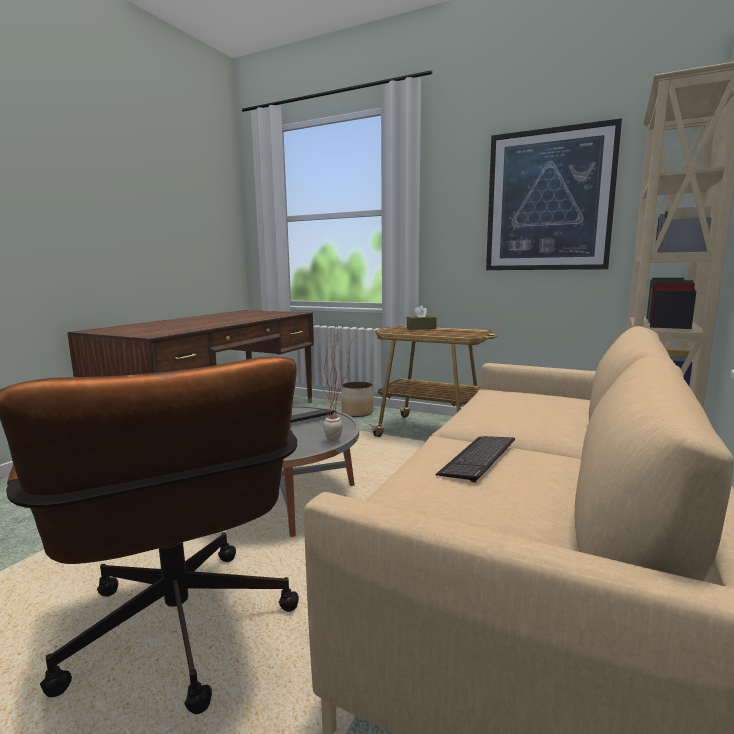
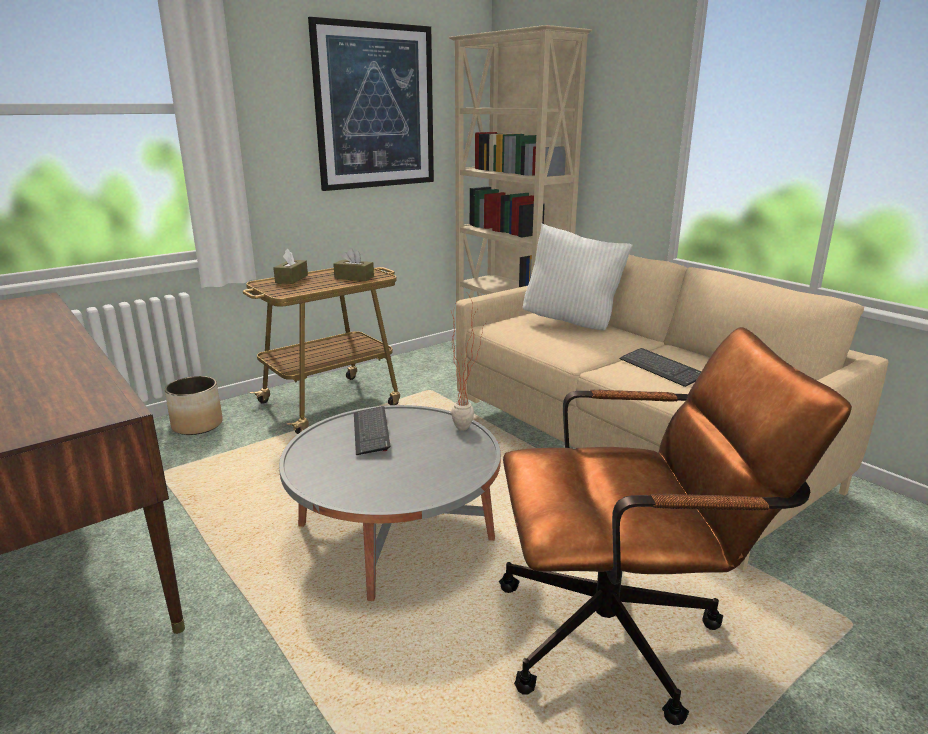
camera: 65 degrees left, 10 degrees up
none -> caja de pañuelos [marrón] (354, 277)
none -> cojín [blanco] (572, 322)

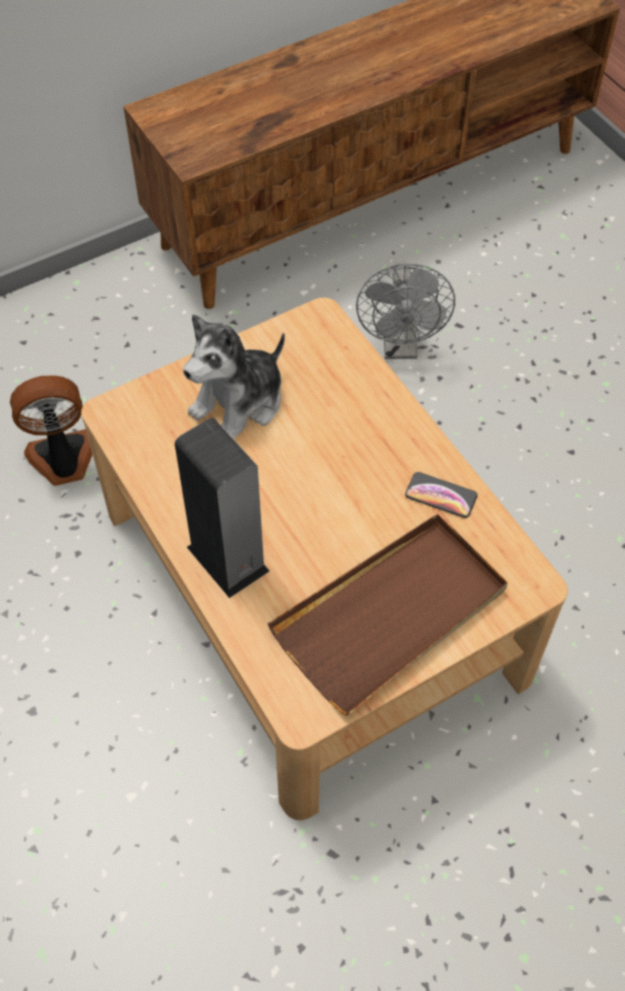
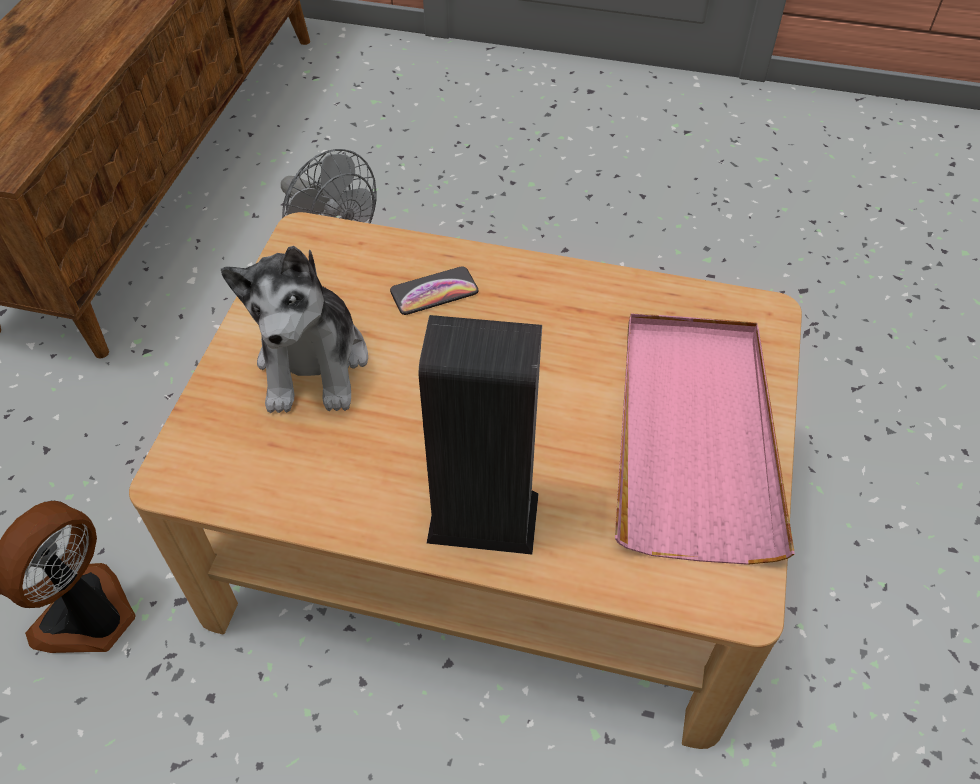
camera: 45 degrees left, 5 degrees down
móvil (441, 495) -> móvil (434, 292), moved
bandeja [marrón] (391, 614) -> bandeja [rosa] (694, 435)

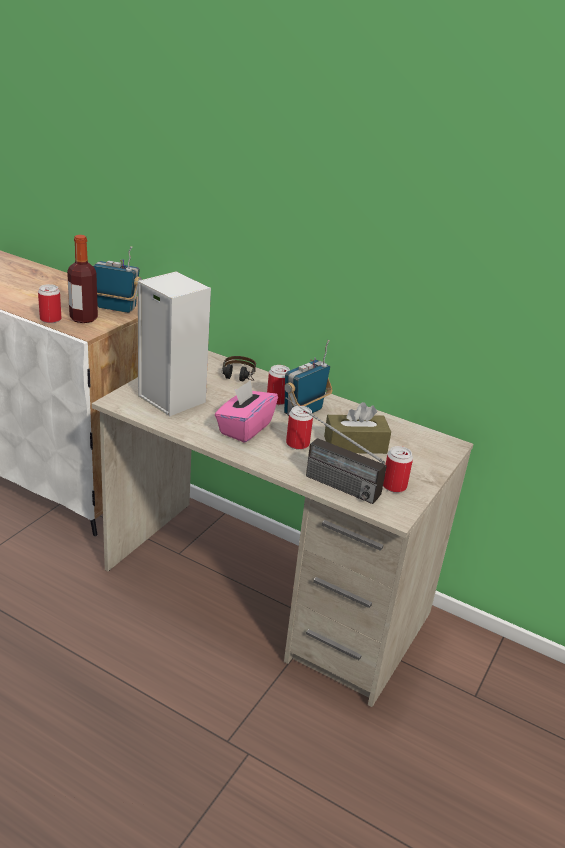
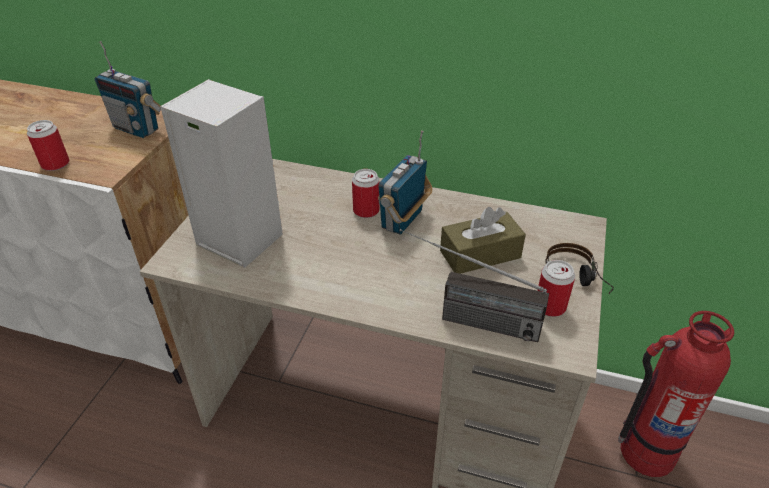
camera: 10 degrees left, 10 degrees up
botella (83, 318) -> none
caja de pañuelos [rosa] (244, 428) -> none
lata (297, 444) -> none
none -> extintor (645, 451)
auriculares (238, 379) -> auriculares (576, 282), moved
radio (116, 308) -> radio (137, 129), 150 degrees counterclockwise

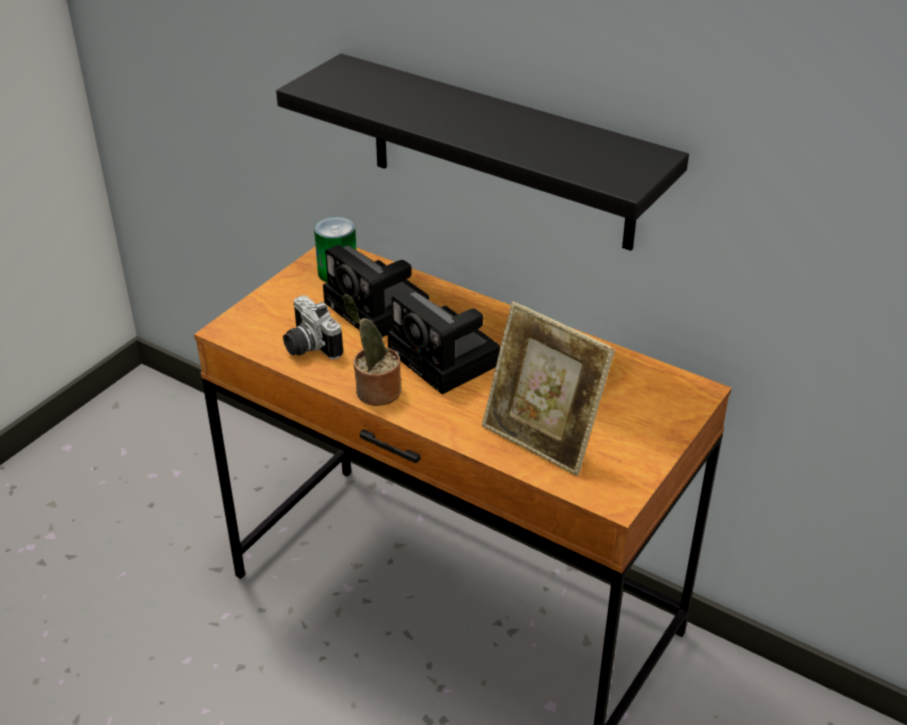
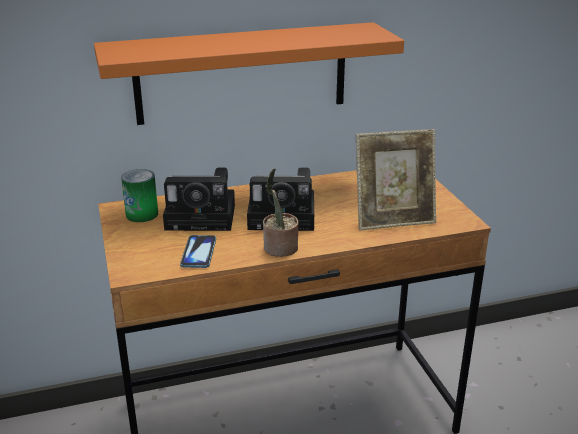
camera: 50 degrees left, 10 degrees down
cámara (307, 346) -> móvil (198, 253)
estante [negro] (500, 153) -> estante [naranja] (242, 73)

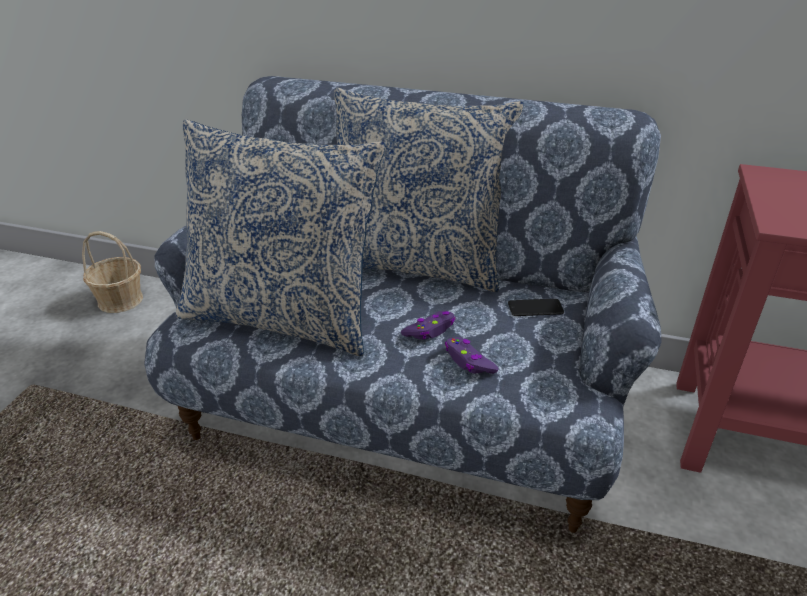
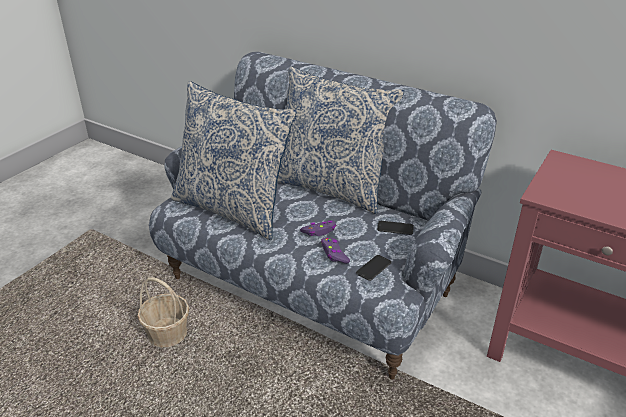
camera: 15 degrees right, 0 degrees up
none -> móvil (373, 268)
cesta (120, 300) -> cesta (167, 333), moved

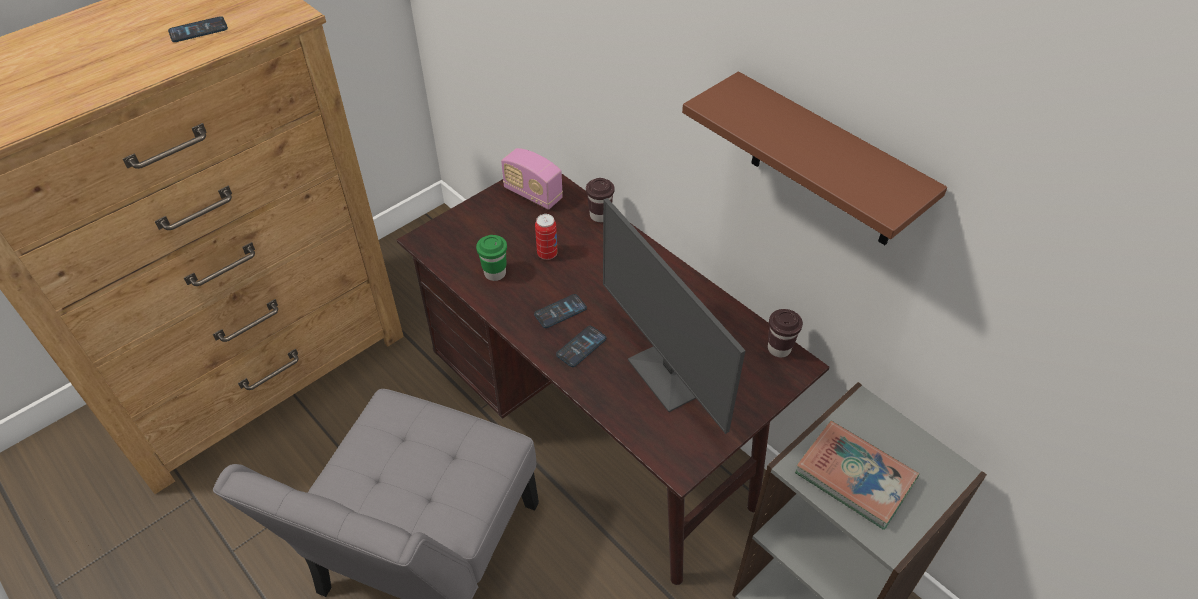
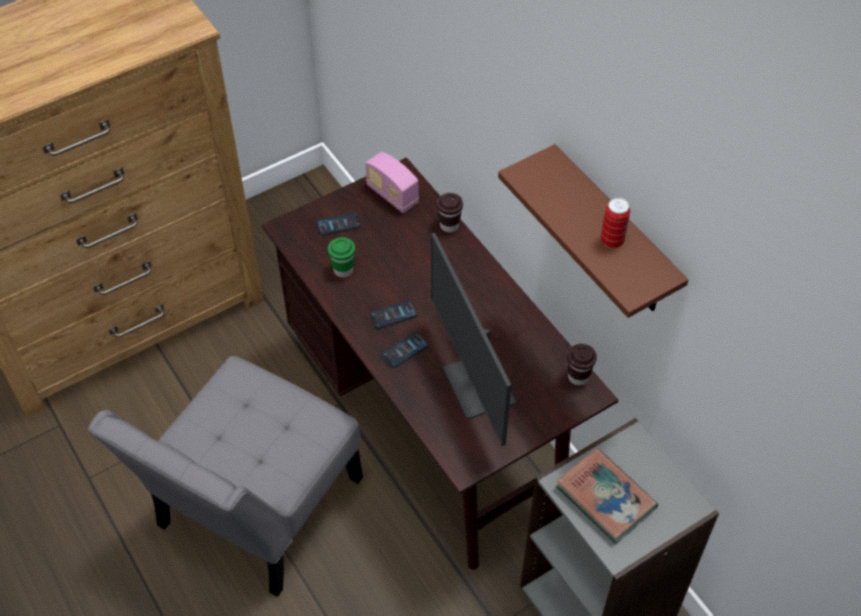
camera: 10 degrees right, 5 degrees up
móvil (198, 30) -> móvil (338, 224), moved
lata (547, 254) -> lata (612, 241), moved

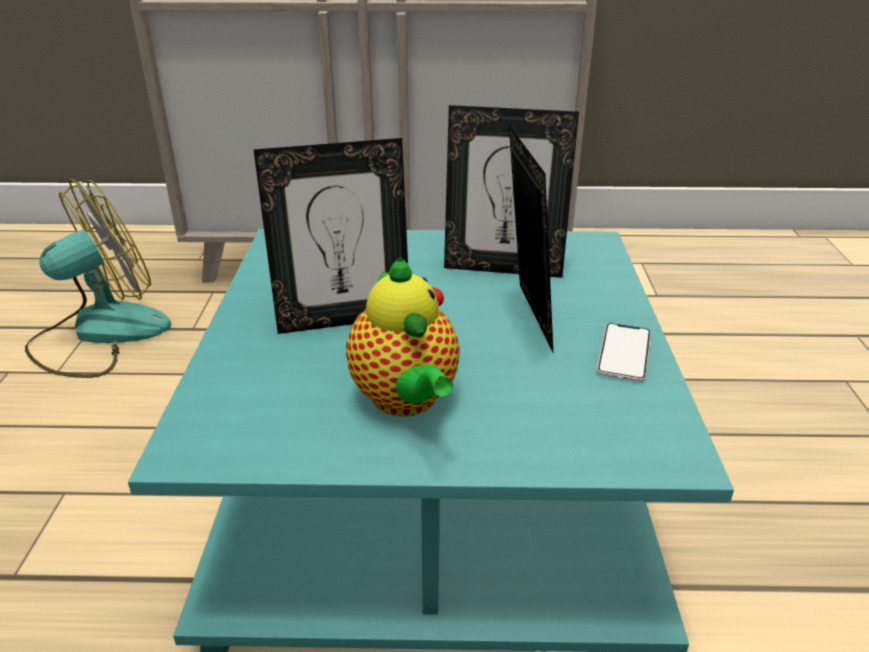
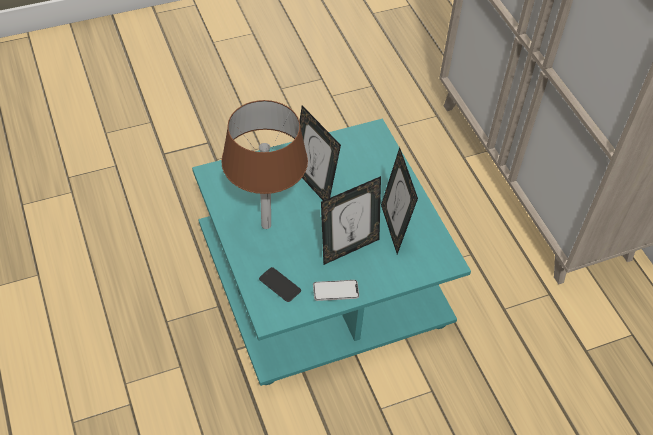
camera: 65 degrees right, 20 degrees up
ventilador (99, 333) -> none
none -> móvil (280, 285)
tetera (406, 400) -> lámpara de mesa [marrón] (266, 224)

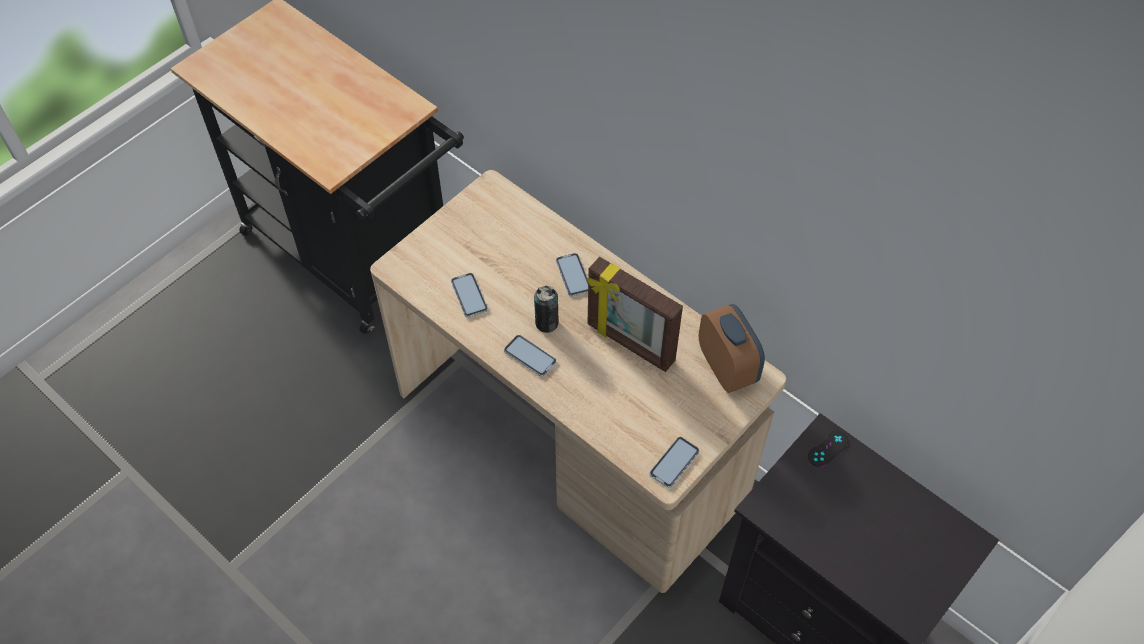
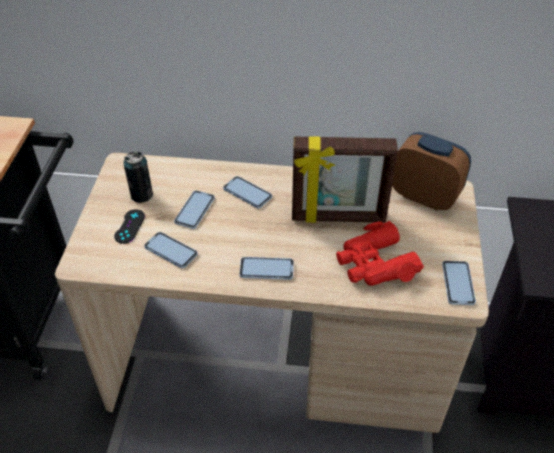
camera: 35 degrees left, 10 degrees down
none -> móvil (195, 210)
none -> prismáticos [rojo] (375, 264)
lata (546, 323) -> lata (141, 195), moved
mando de consola [negro] (828, 448) -> mando de consola [negro] (129, 226), moved

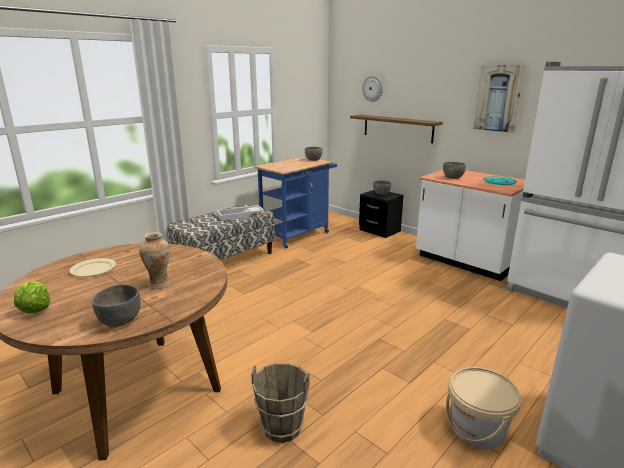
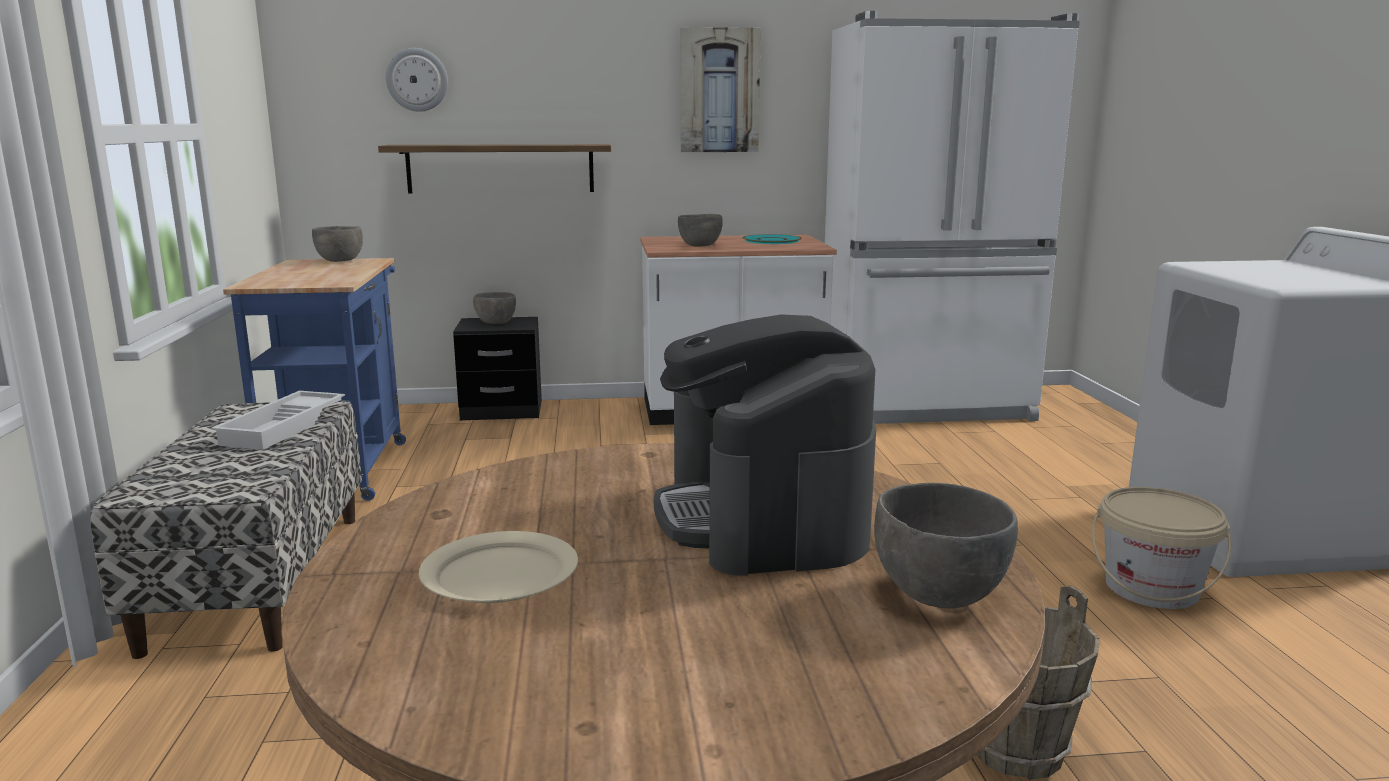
camera: 50 degrees left, 5 degrees down
lechuga (35, 309) -> none
florero (159, 284) -> cafetera (763, 518)

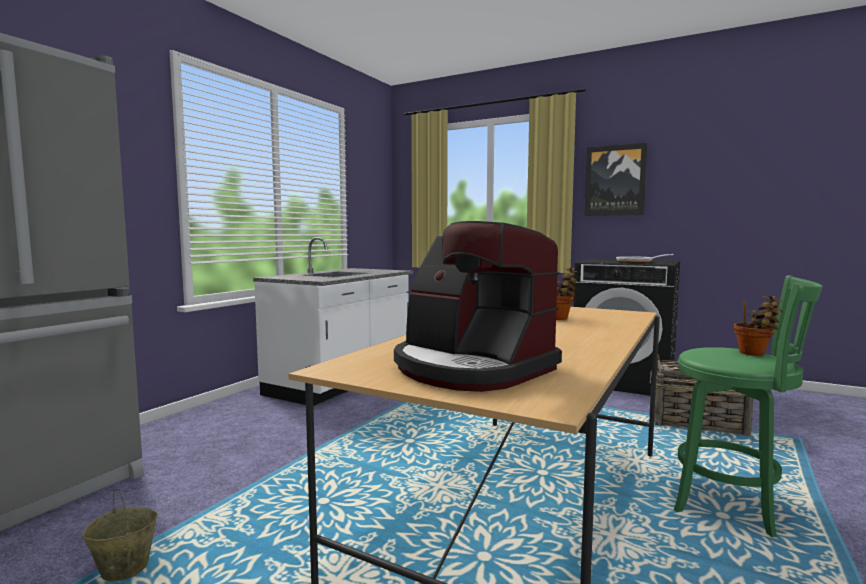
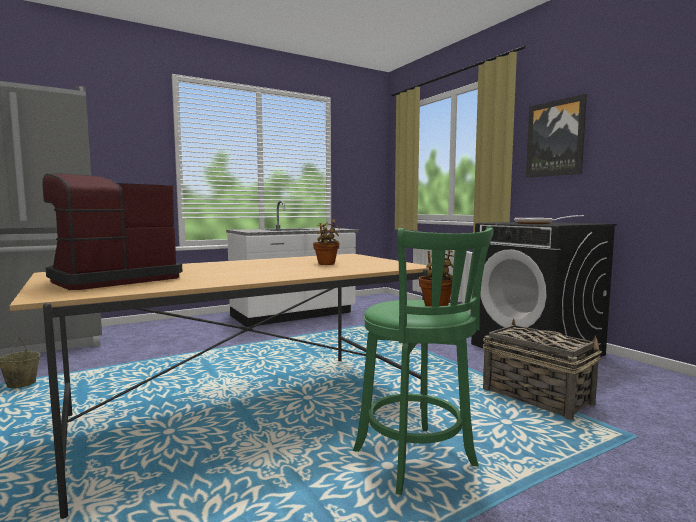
camera: 30 degrees right, 0 degrees up
cafetera (471, 368) -> cafetera (112, 279), 60 degrees clockwise

